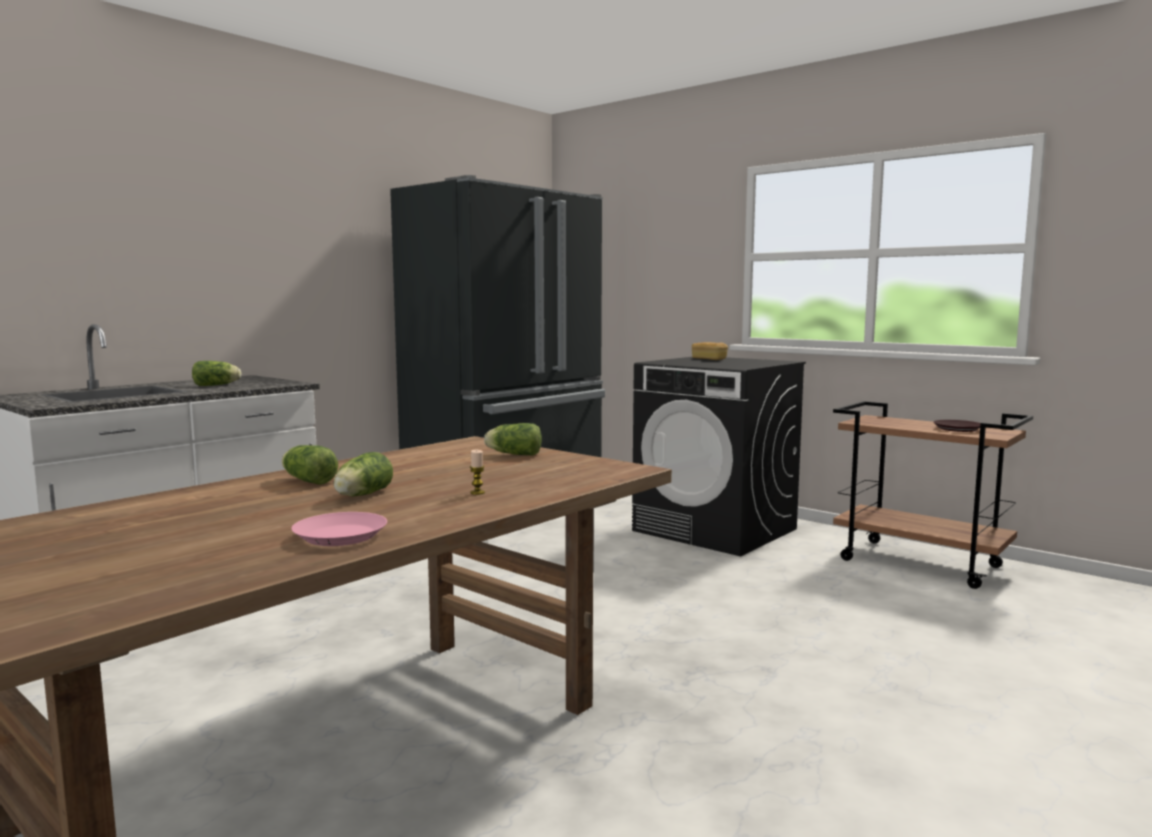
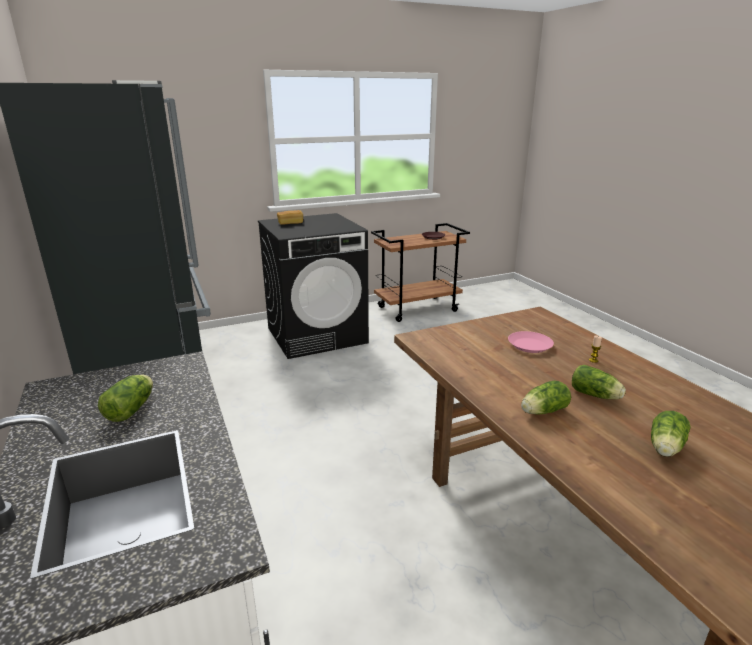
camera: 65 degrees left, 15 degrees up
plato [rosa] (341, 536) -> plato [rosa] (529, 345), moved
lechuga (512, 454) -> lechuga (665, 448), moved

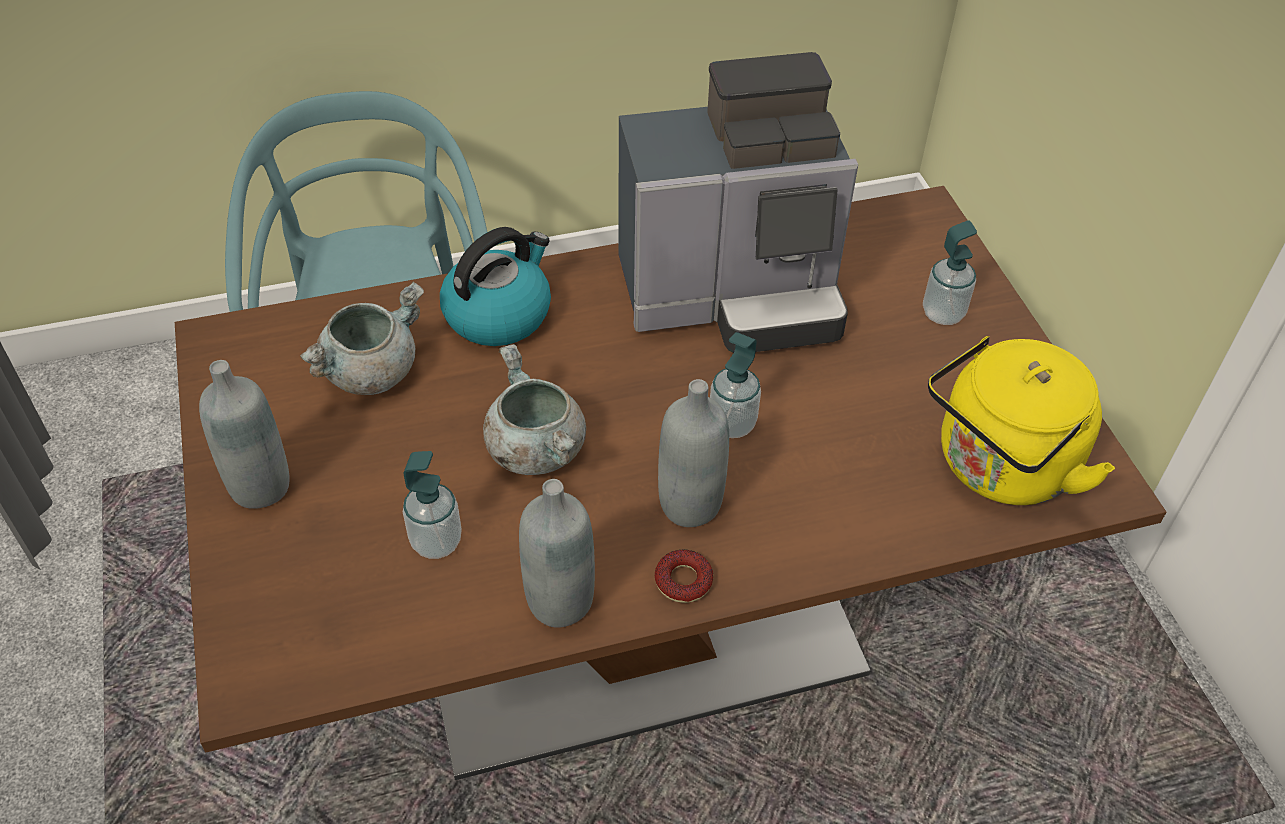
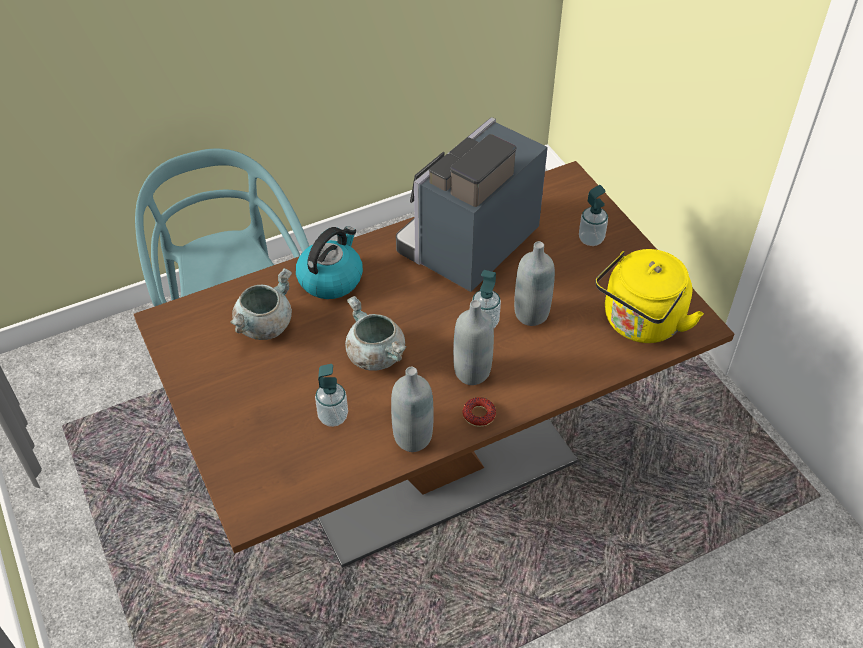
camera: 10 degrees left, 0 degrees up
botella [gris] (260, 486) -> botella [gris] (531, 314), moved
cafetera (734, 295) -> cafetera (468, 246), 150 degrees clockwise

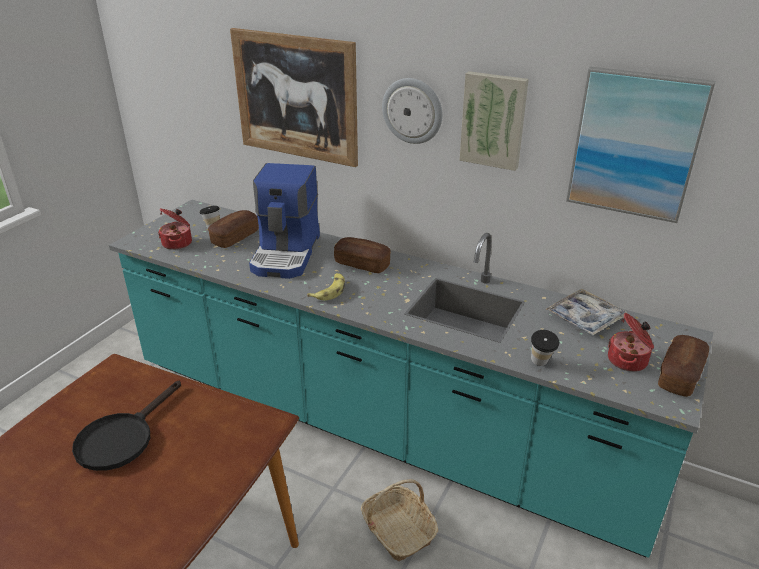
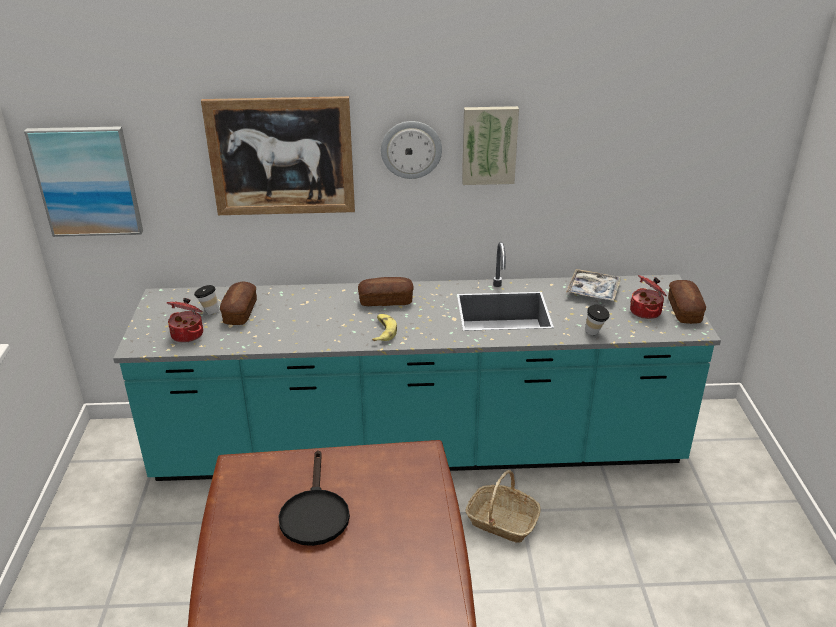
camera: 30 degrees left, 0 degrees up
cafetera (287, 254) -> none
cuadro (635, 144) -> cuadro (87, 181), moved

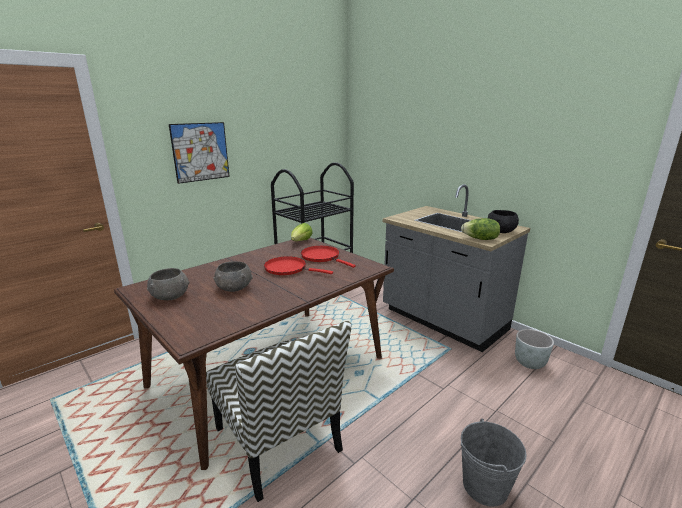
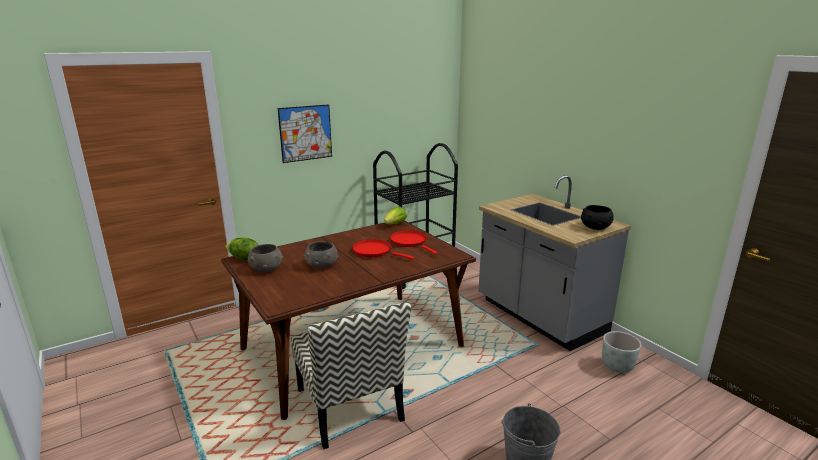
camera: 10 degrees right, 0 degrees up
lechuga (480, 239) -> lechuga (244, 258), moved

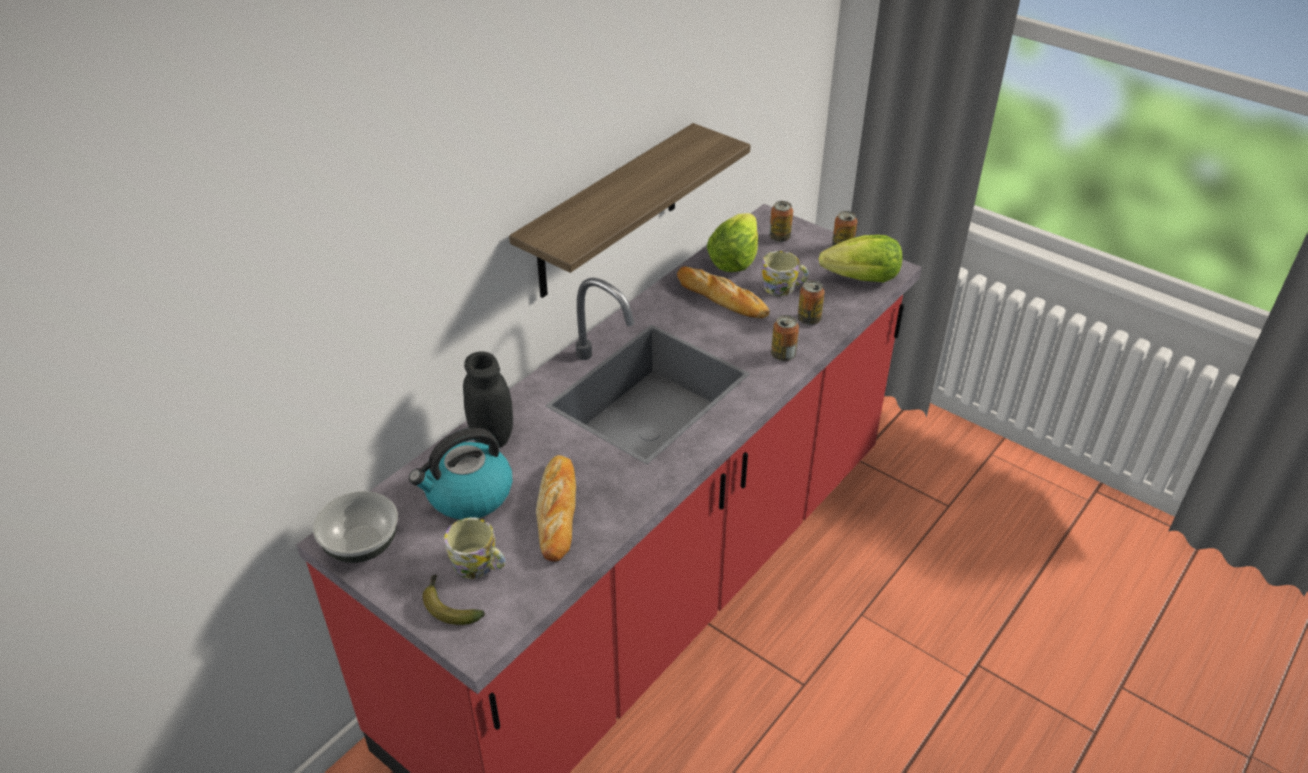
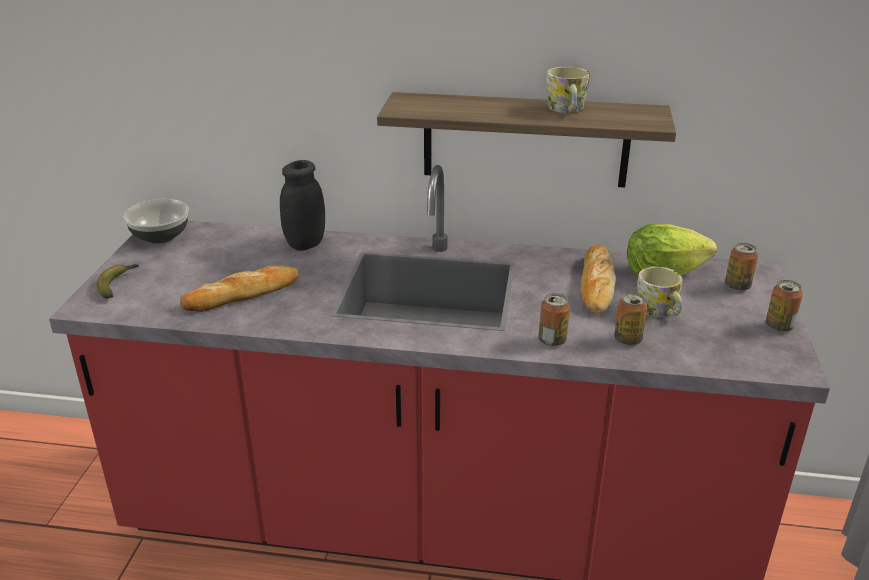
camera: 60 degrees right, 10 degrees down
hervidor (468, 495) -> none
lechuga (862, 279) -> none
taza grande (479, 565) -> taza grande (566, 110), moved

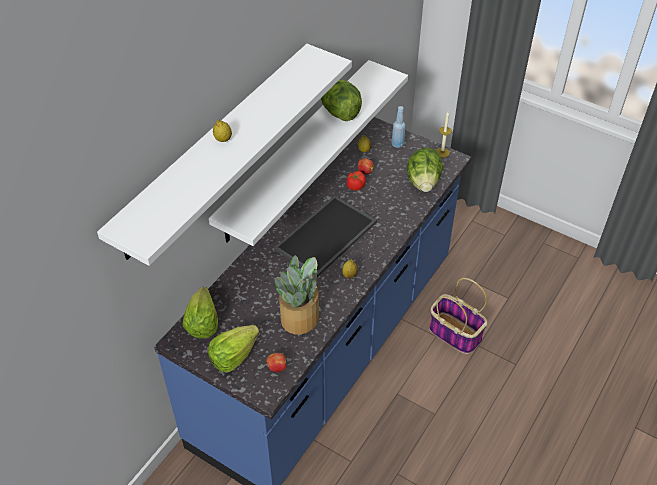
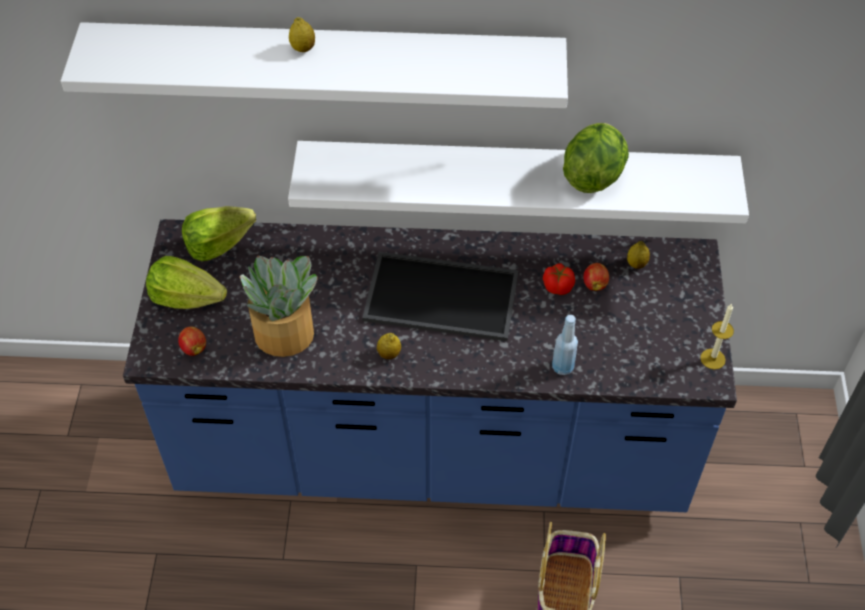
camera: 60 degrees right, 5 degrees up
lechuga (423, 182) -> none
botella [azul] (397, 144) -> botella [azul] (563, 367), moved

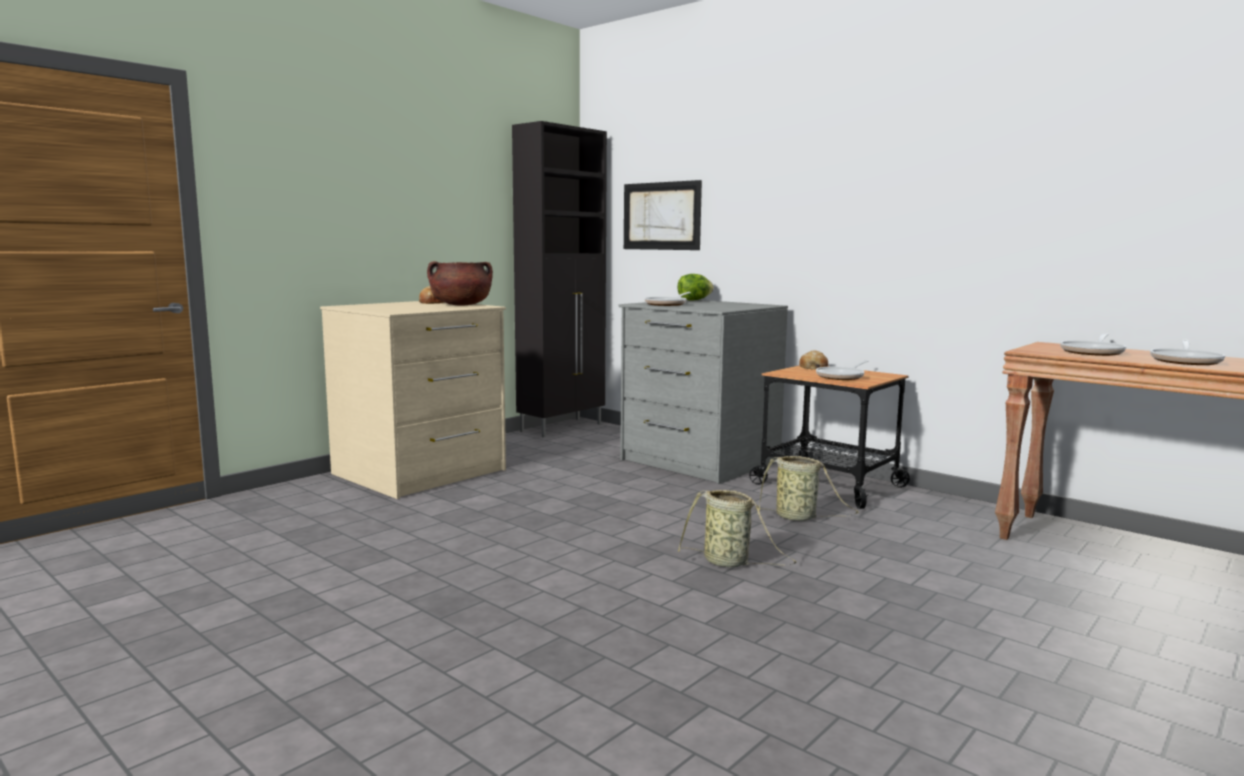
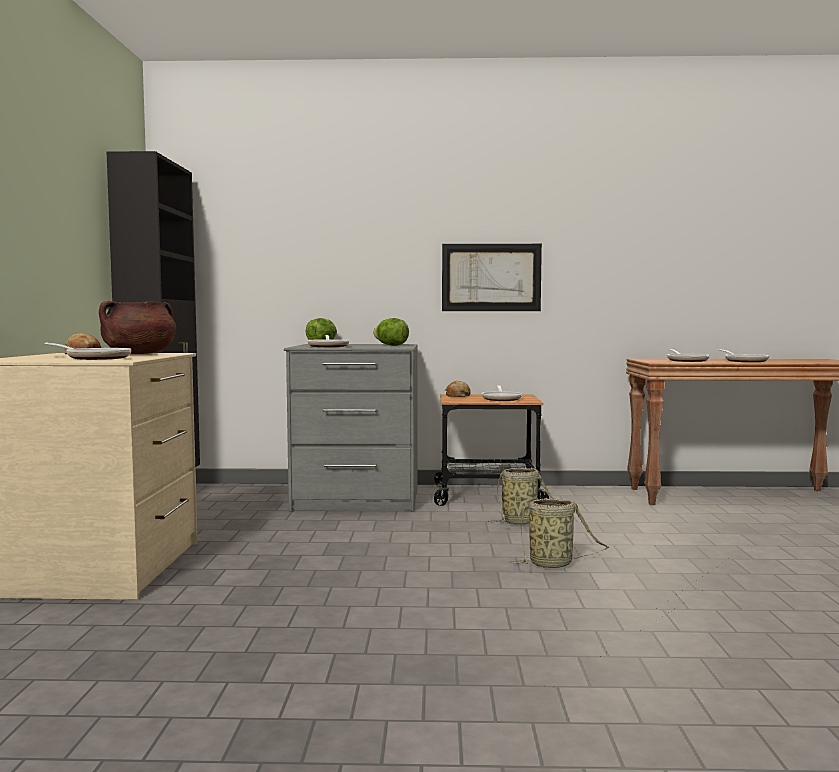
camera: 40 degrees left, 5 degrees down
none -> sartén (95, 358)
none -> lechuga (391, 345)
cuadro (661, 216) -> cuadro (491, 277), moved

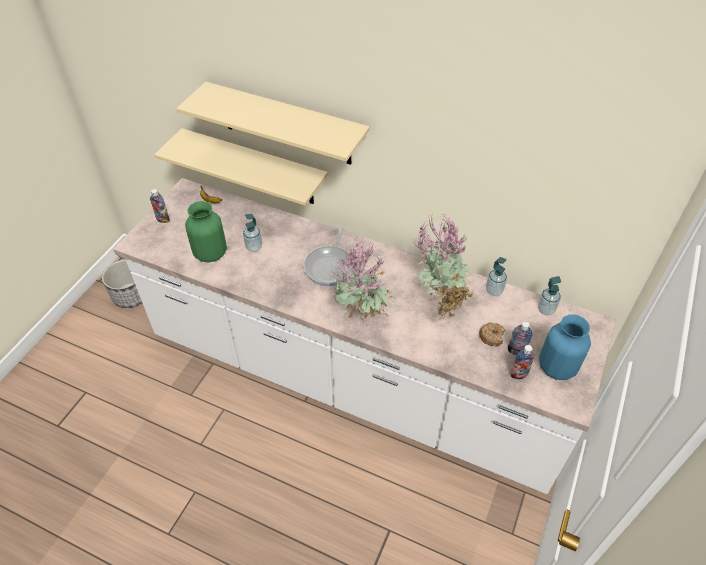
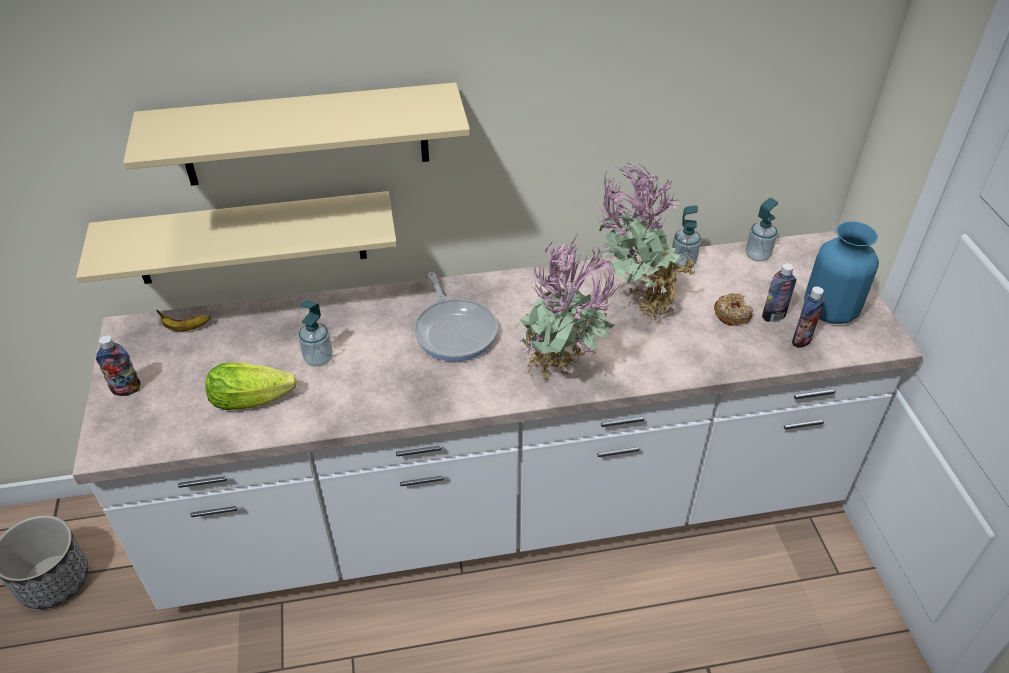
camera: 35 degrees left, 5 degrees down
florero [verde] (210, 253) -> lechuga (256, 399)

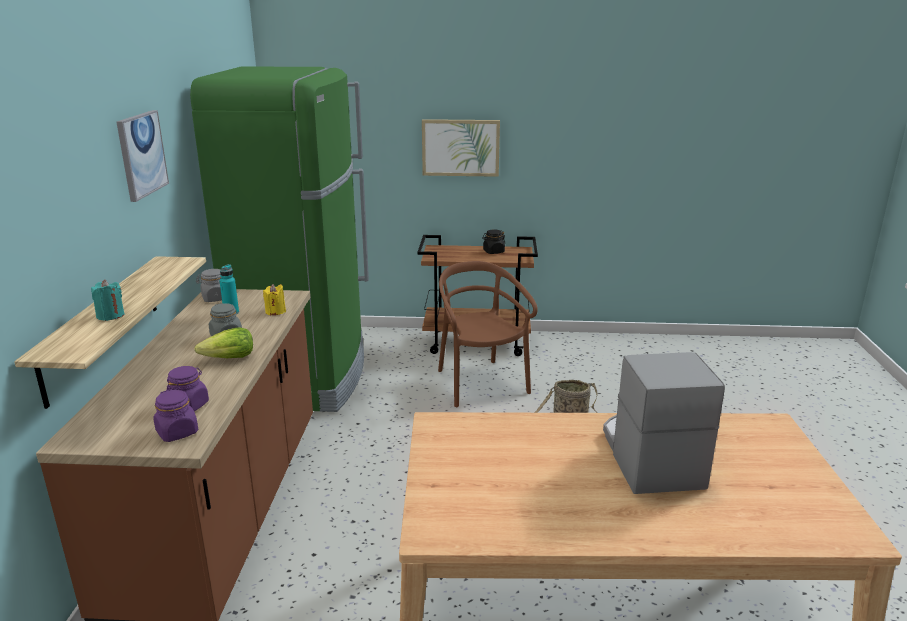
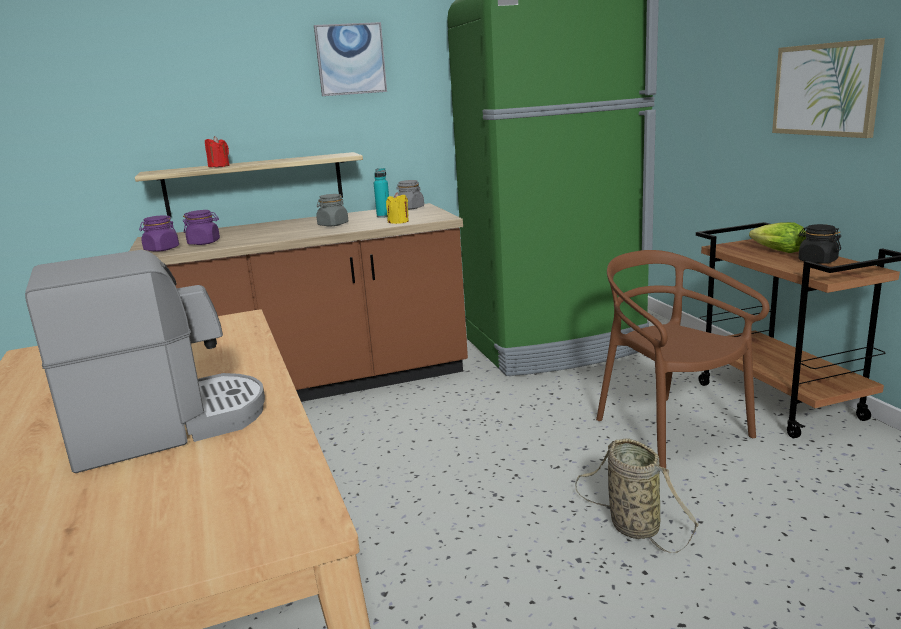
camera: 70 degrees right, 5 degrees down
lechuga (229, 358) -> lechuga (777, 251), moved
vela [turquesa] (110, 315) -> vela [rojo] (219, 166)
silla [marrón] (480, 383) -> silla [marrón] (670, 431), 75 degrees counterclockwise

